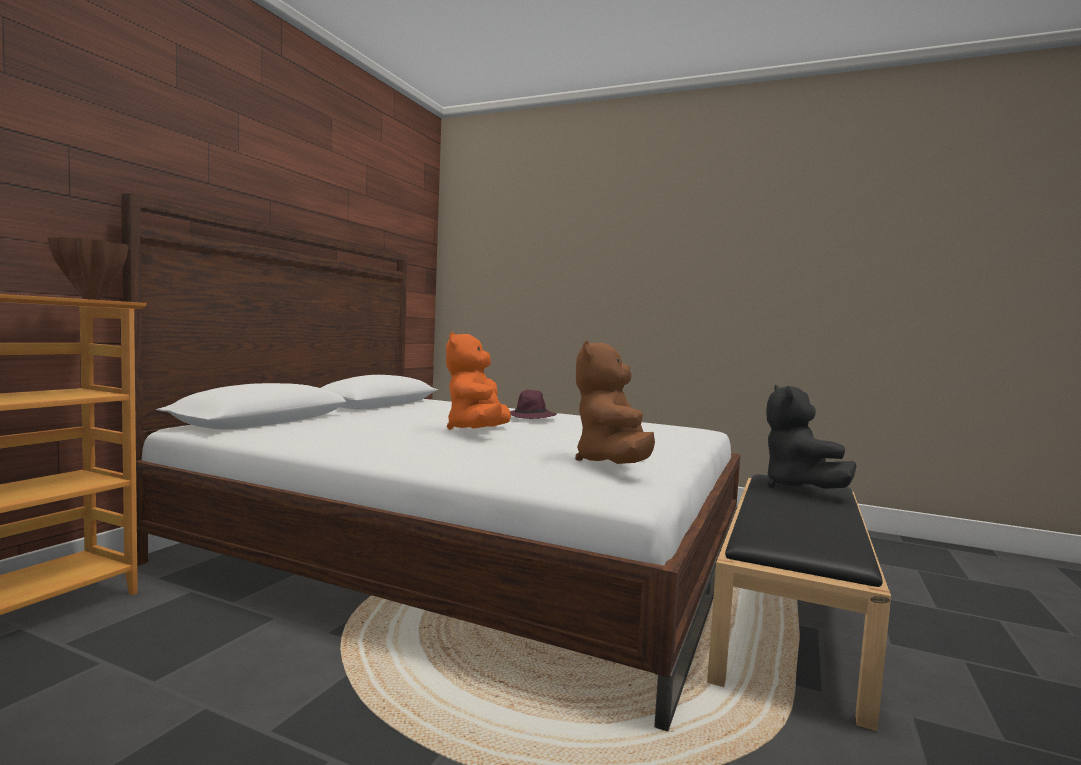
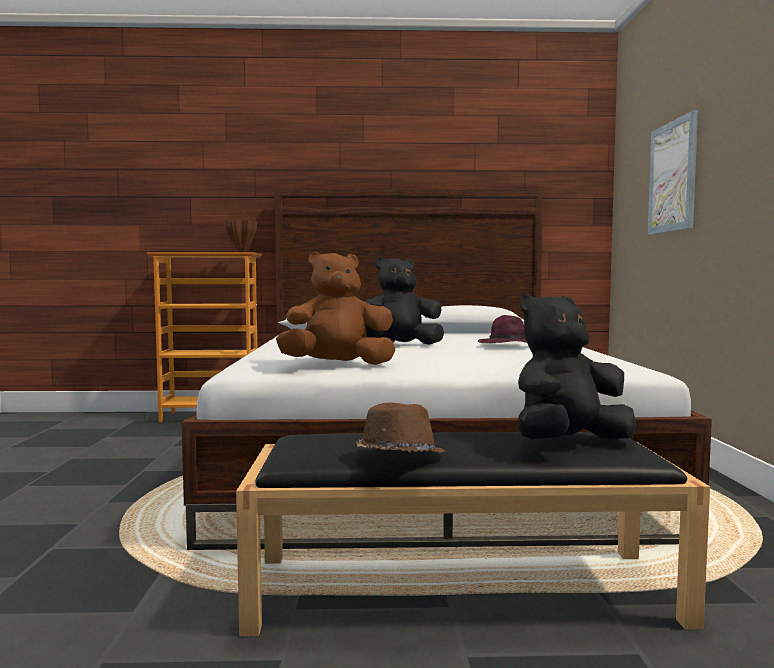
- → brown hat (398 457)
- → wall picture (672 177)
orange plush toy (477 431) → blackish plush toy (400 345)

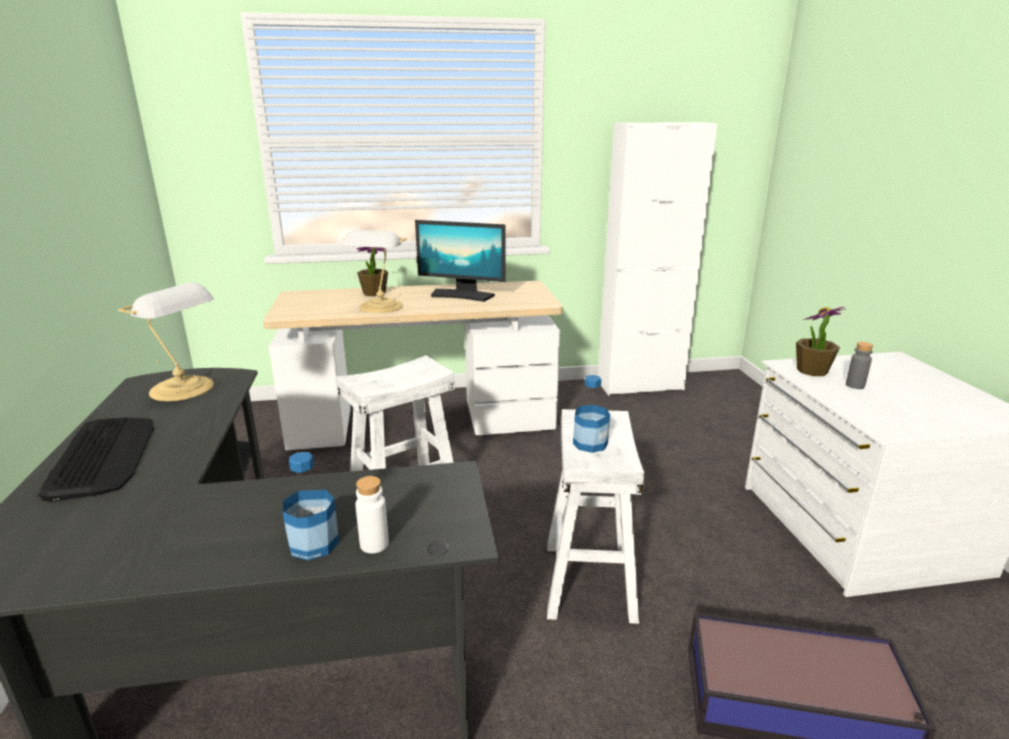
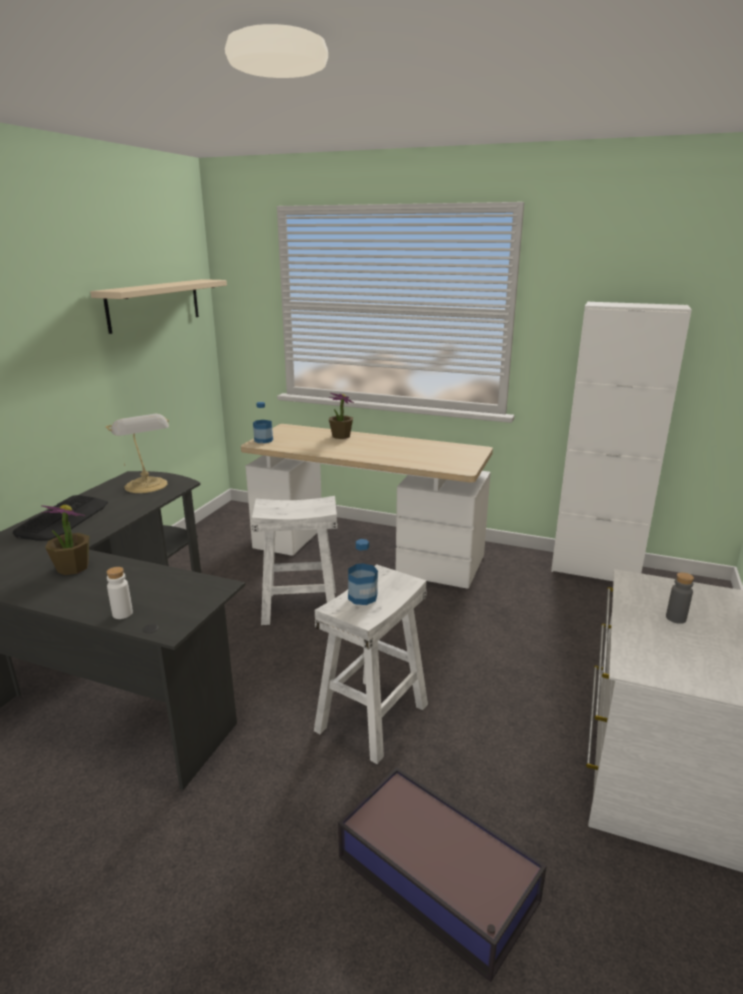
lamp for a table (380 307) → -
computer screen (462 295) → -
- → sand-coloured bracket shelf (154 304)
beverage bottle (313 543) → beverage bottle (263 440), moved
houseplant (812 371) → houseplant (72 568), moved

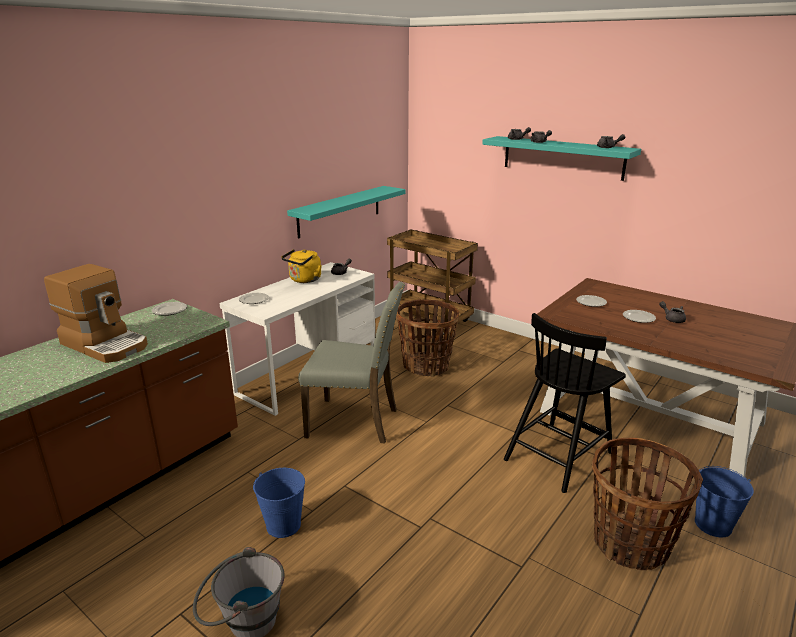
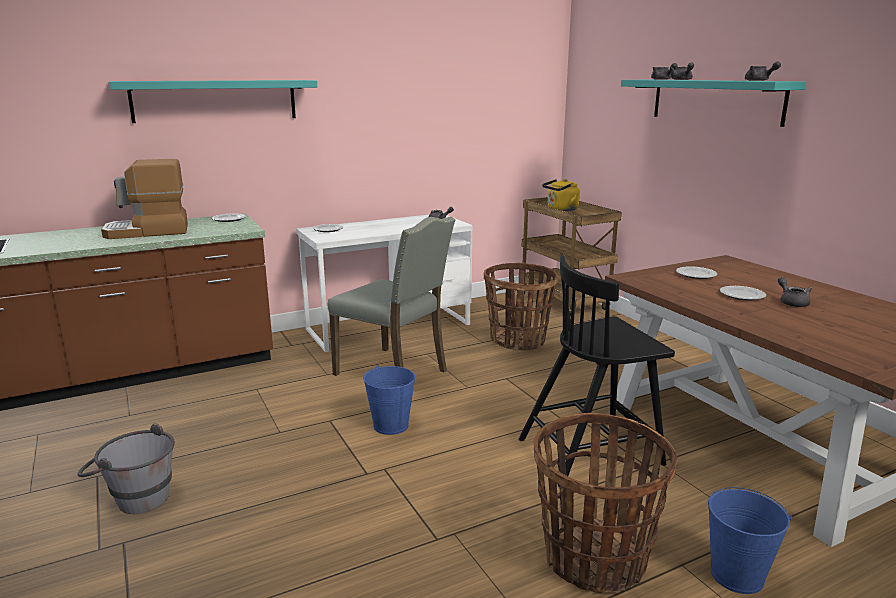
blue-coloured water bucket (283 525) → blue-coloured water bucket (391 425), moved
yellow-coloured kettle (304 280) → yellow-coloured kettle (561 209), moved
blue-green bracket shelf (340 211) → blue-green bracket shelf (215 100), moved
coffee machine (106 344) → coffee machine (148 232), 105 degrees clockwise

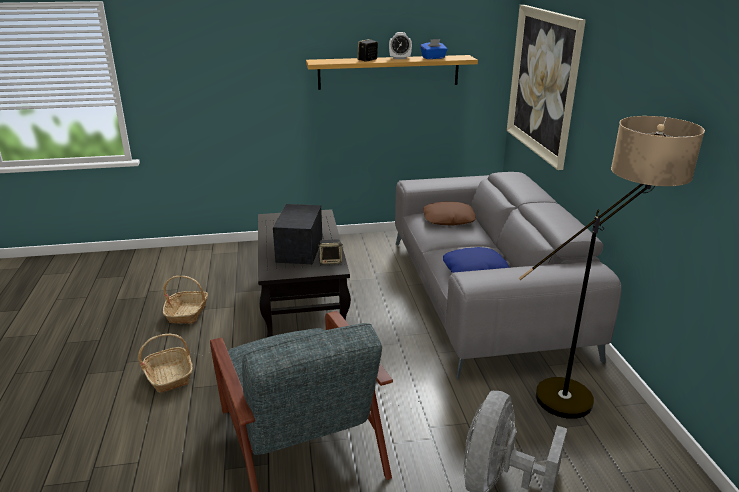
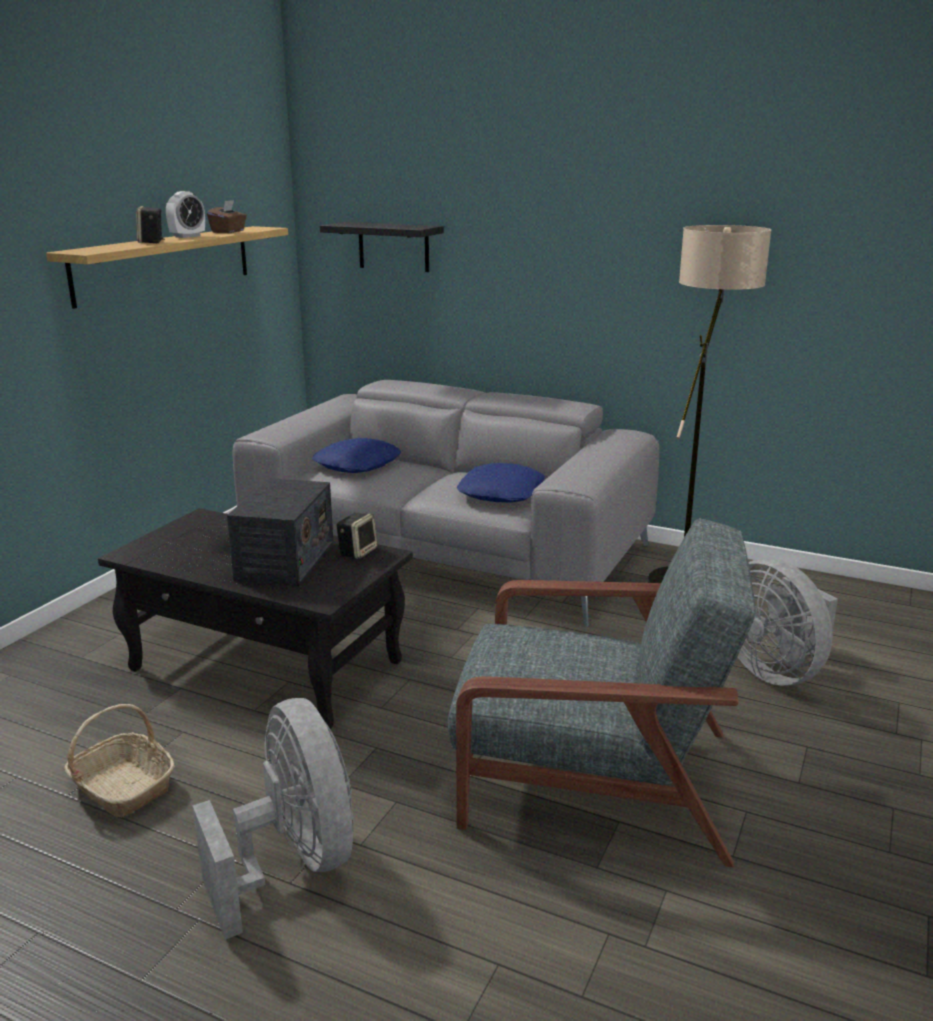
storage basket (169 376) → grey electric fan (293 862)
wall picture (543 83) → blackish bracket shelf (393 247)
blue-coloured tissue box (433 58) → brown tissue box (228 232)
brown cushion (448 219) → blue-coloured cushion (358 465)
radio receiver (299 249) → radio receiver (285 561), 120 degrees counterclockwise

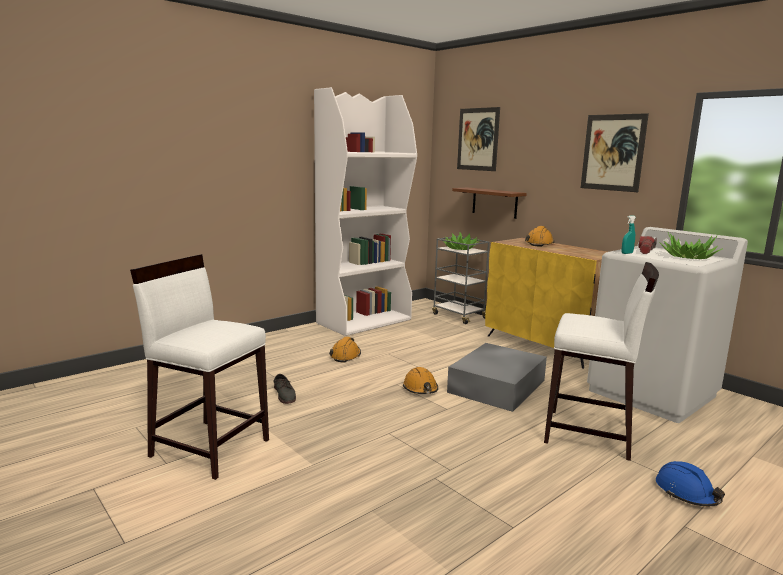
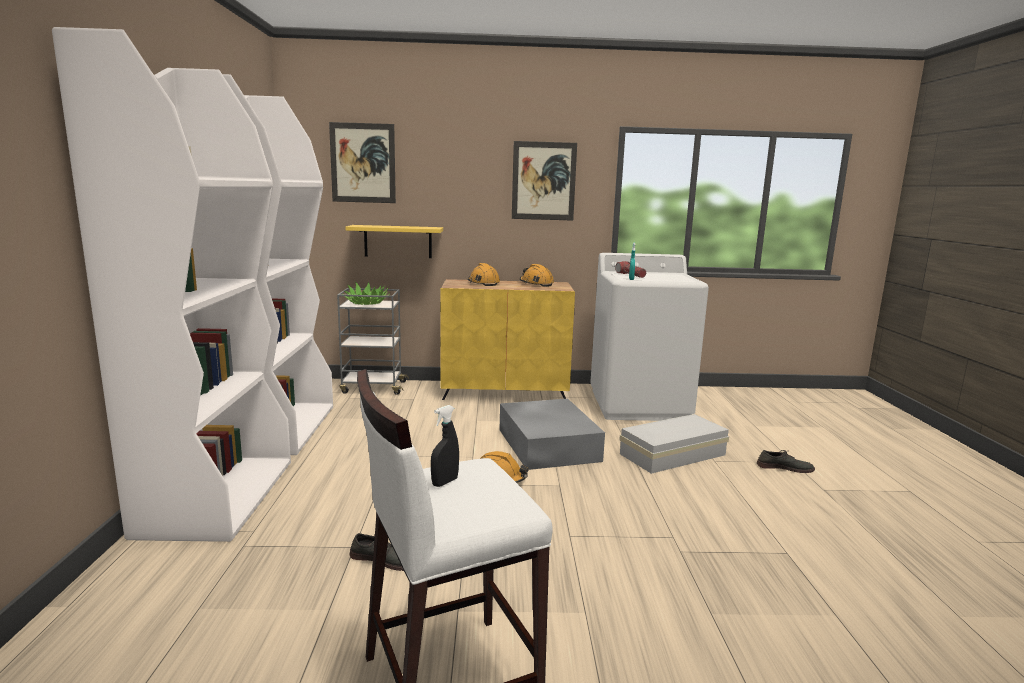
houseplant (688 257) → -
- → white-coloured bookcase (218 496)
- → blackish spray bottle (445 482)
orange safety helmet (345 356) → orange safety helmet (536 283), moved
white-coloured stool (589 434) → white-coloured storage container (674 454)
blue-coloured safety helmet (686 493) → grey shoe (784 467)
brown bracket shelf (494 202) → yellow-coloured bracket shelf (398 241)

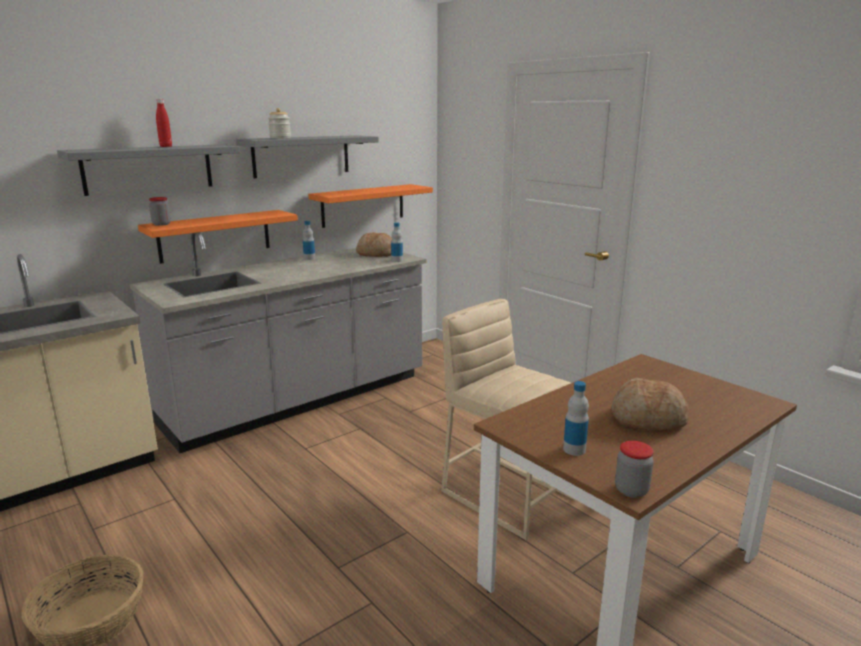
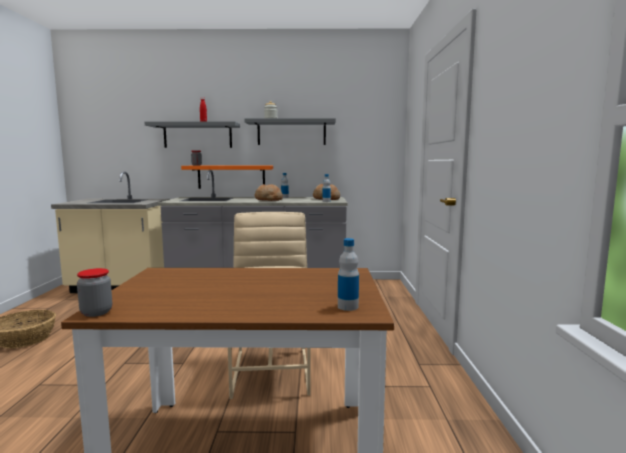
orange bracket shelf (363 205) → -
beverage bottle (574 449) → beverage bottle (348 306), moved
bakery bread (647 419) → bakery bread (268 200), moved

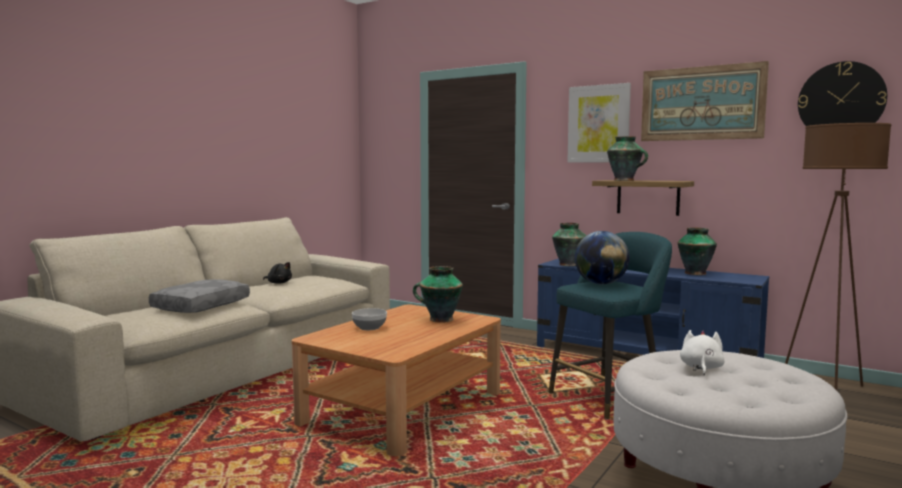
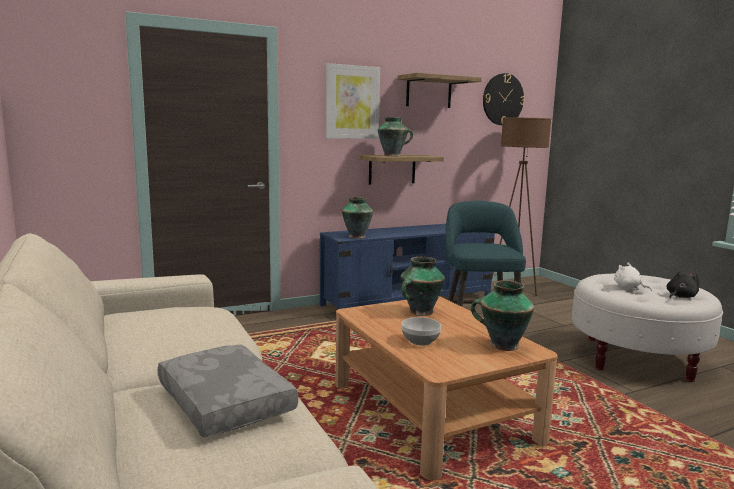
desk globe (600 284) → -
blackish plush toy (278 283) → blackish plush toy (680 296), moved
decorative vase (694 273) → decorative vase (502 345), moved
wall picture (701 103) → bracket shelf (428 92)

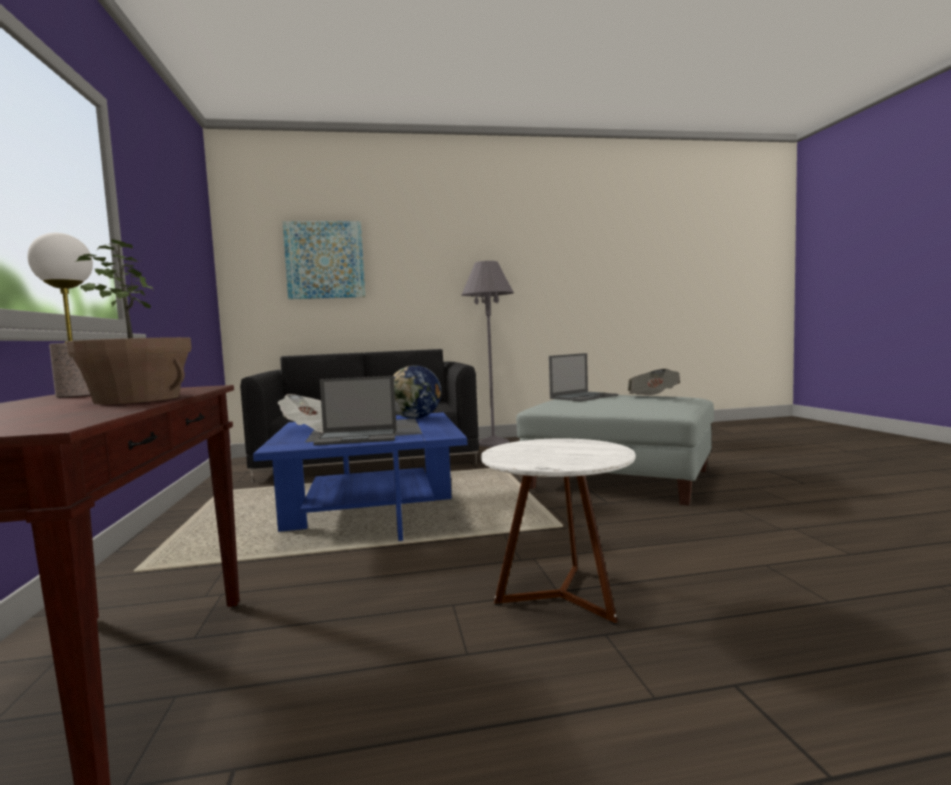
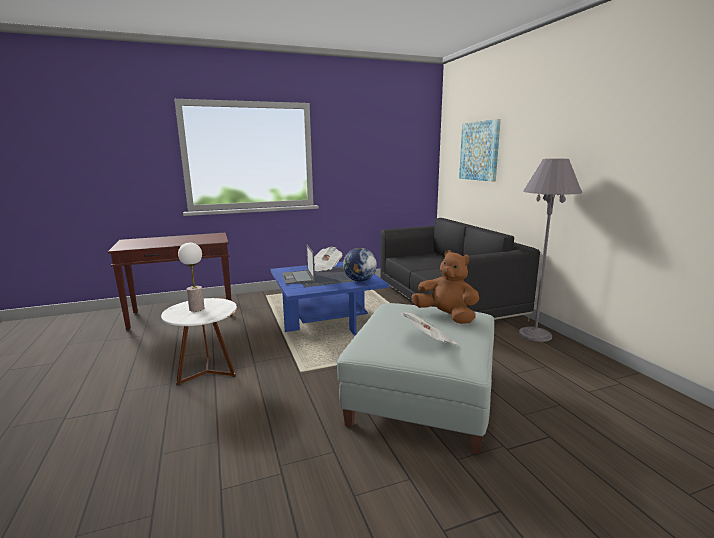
houseplant (138 399) → -
lamp for a table (76 395) → lamp for a table (196 308), moved
notebook computer (584 397) → brown plush toy (446 316)

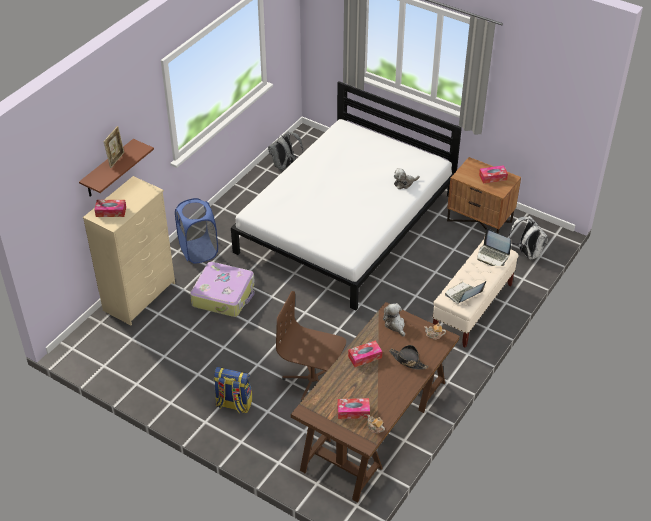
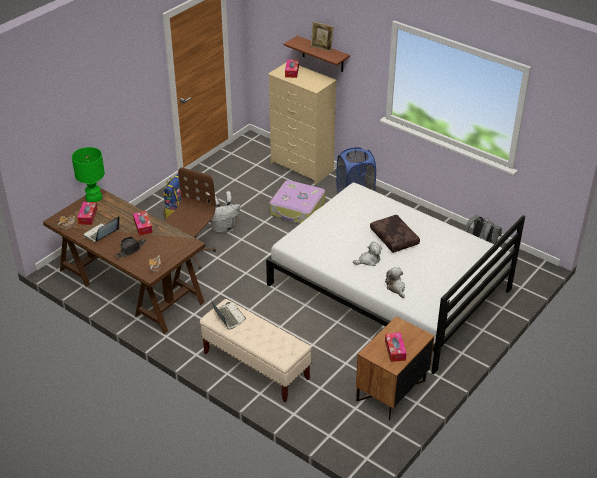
- → green-coloured lamp for a table (93 197)
- → brown cushion (395 238)
plush toy (395 325) → plush toy (368 260), moved
notebook computer (492 256) → notebook computer (101 234), moved
white-coloured rucksack (527 253) → white-coloured rucksack (223 228), moved

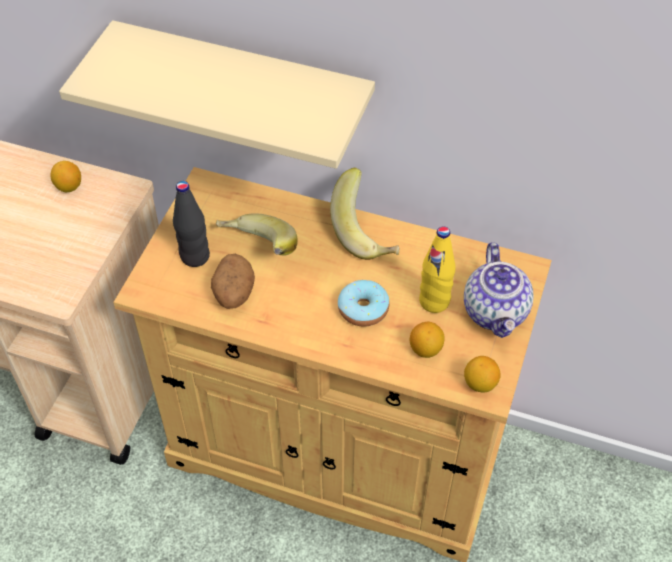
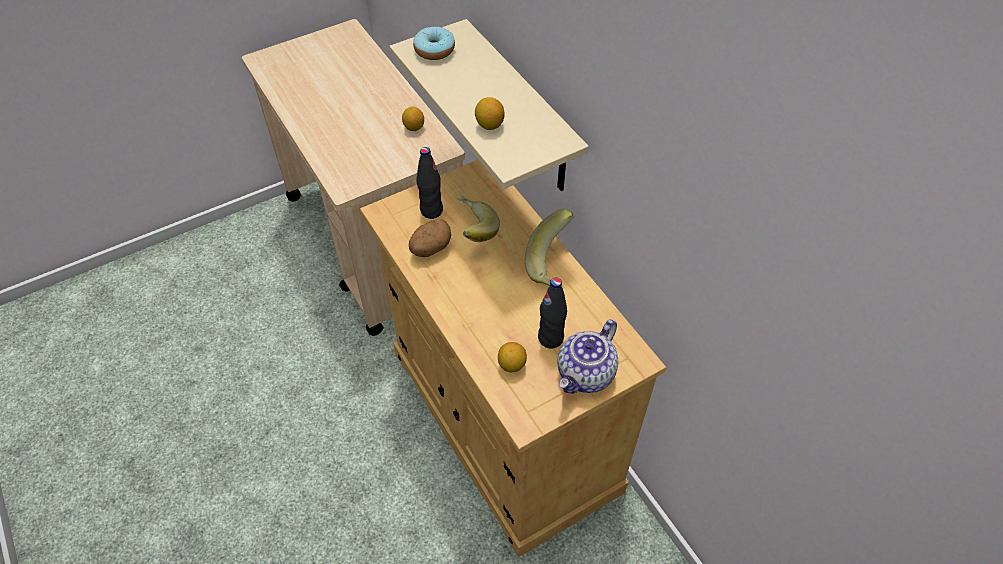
donut (363 309) → donut (434 50), moved
lemon (480 384) → lemon (489 125), moved
yellow-coloured beverage bottle (434 301) → blackish beverage bottle (550 338)

